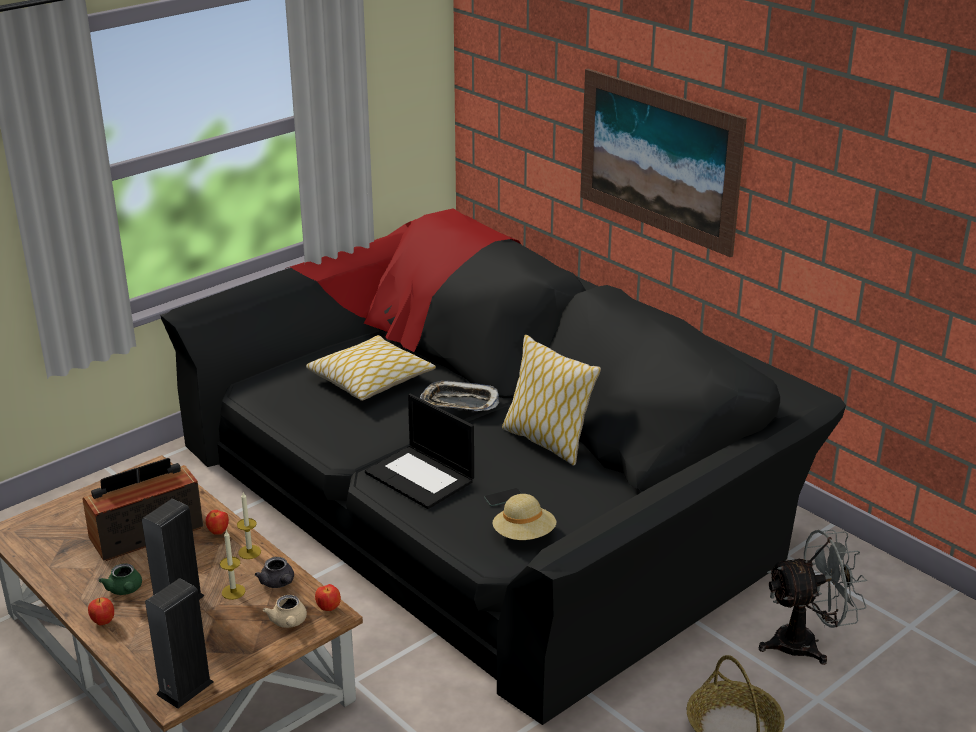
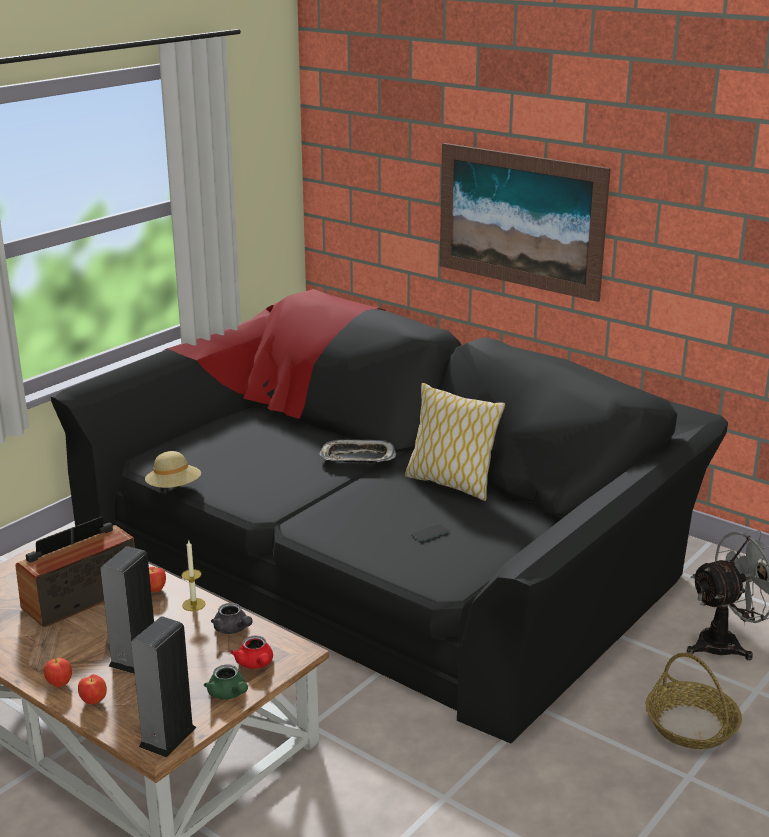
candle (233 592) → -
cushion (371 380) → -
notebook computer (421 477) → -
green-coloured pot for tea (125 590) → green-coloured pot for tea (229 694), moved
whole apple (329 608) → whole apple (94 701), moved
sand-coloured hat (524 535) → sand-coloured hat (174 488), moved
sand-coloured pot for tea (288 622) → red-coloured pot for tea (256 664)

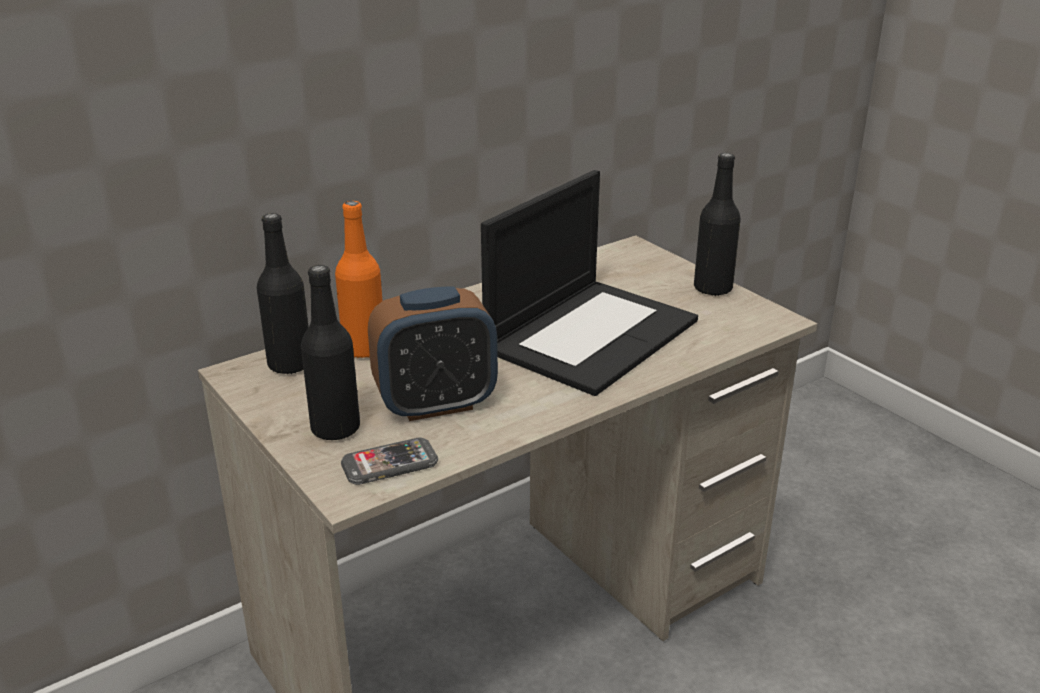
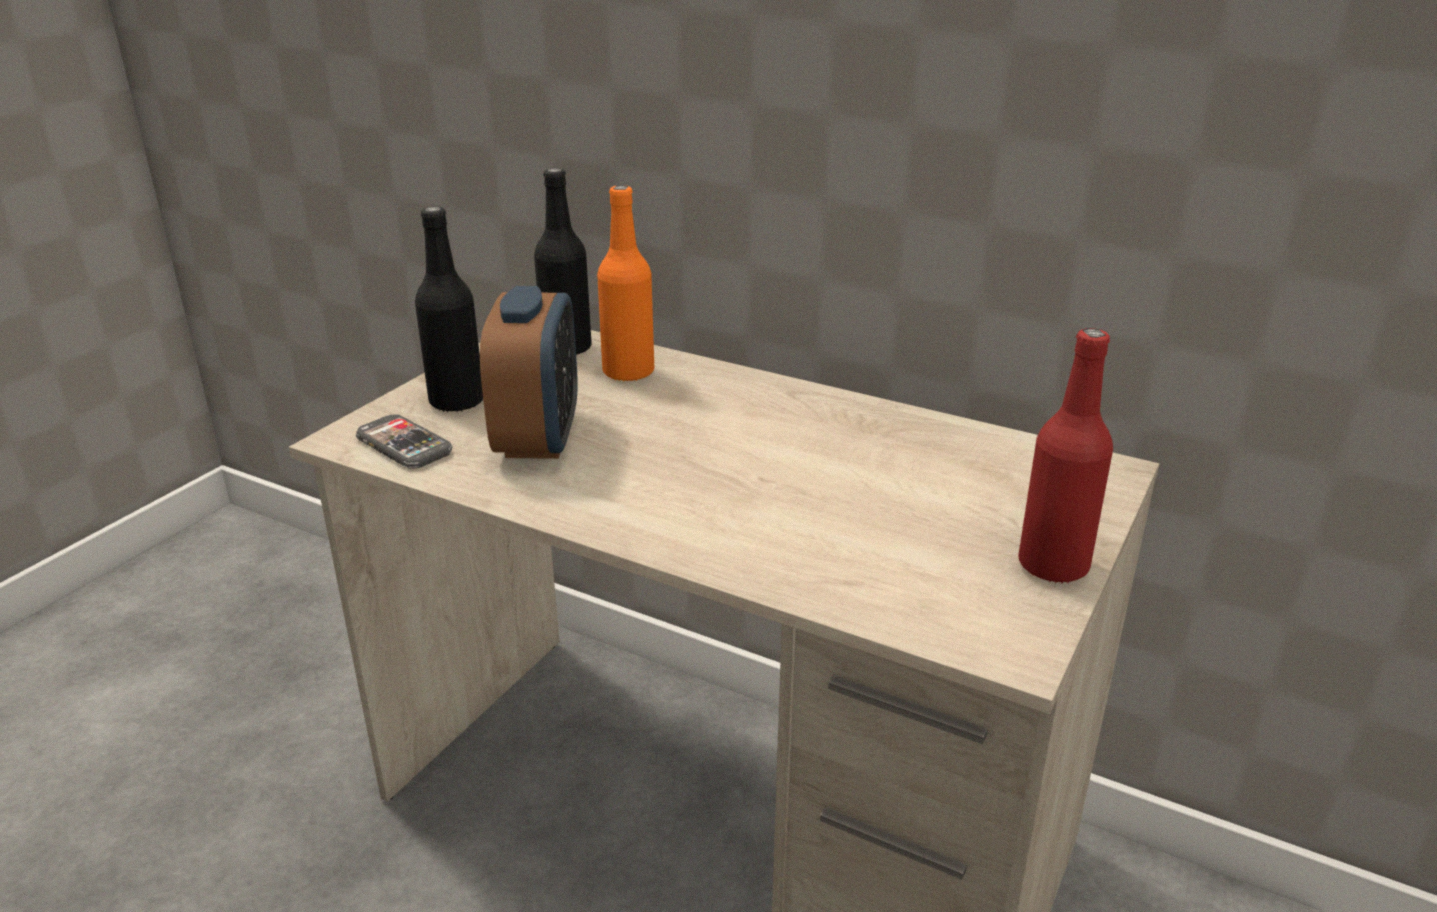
notebook computer (591 334) → -
blackish beverage bottle (712 288) → red-coloured beverage bottle (1053 565)
bedside clock (436 404) → bedside clock (538 438), 135 degrees counterclockwise

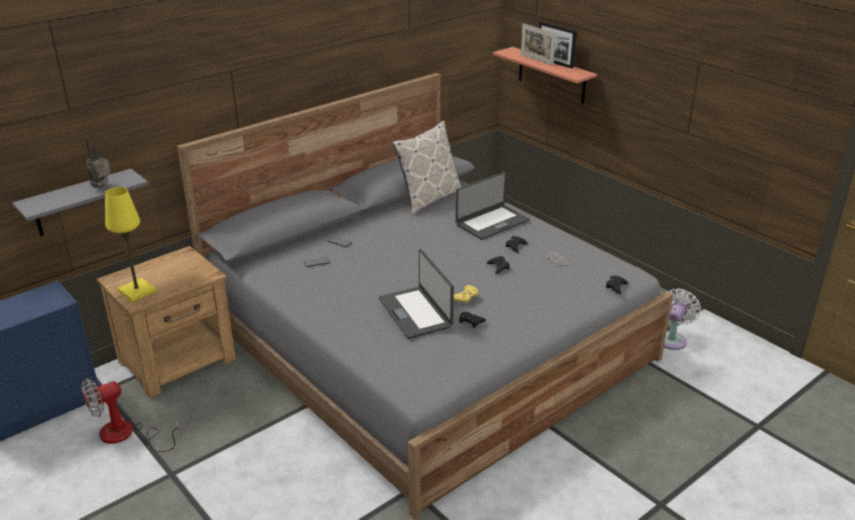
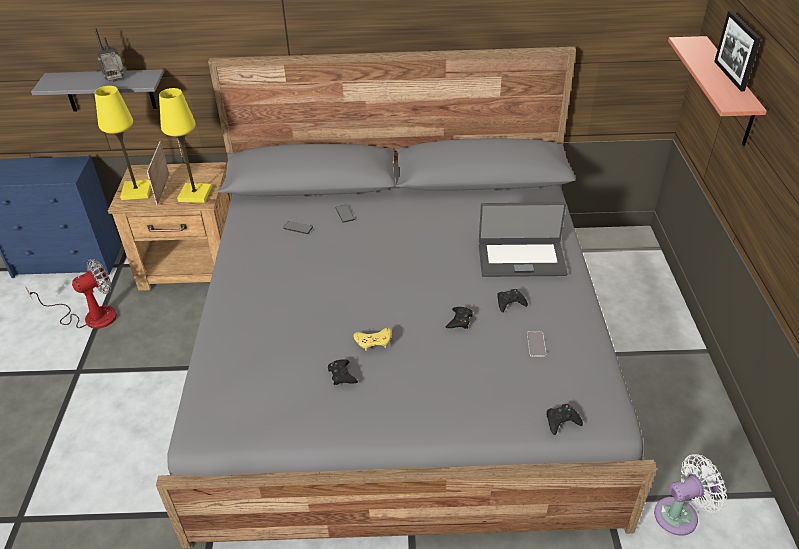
notebook computer (416 312) → -
cushion (428 199) → -
- → yellow-coloured lamp for a table (195 194)
photo frame (536 60) → photo frame (163 189), moved
electric fan (127 435) → electric fan (90 316), 135 degrees clockwise

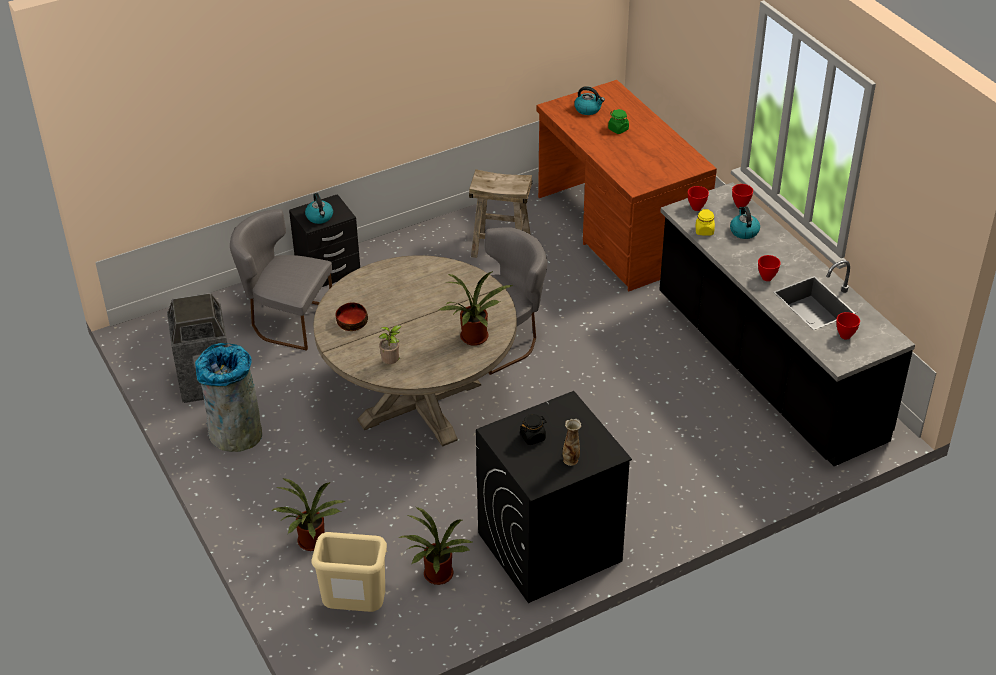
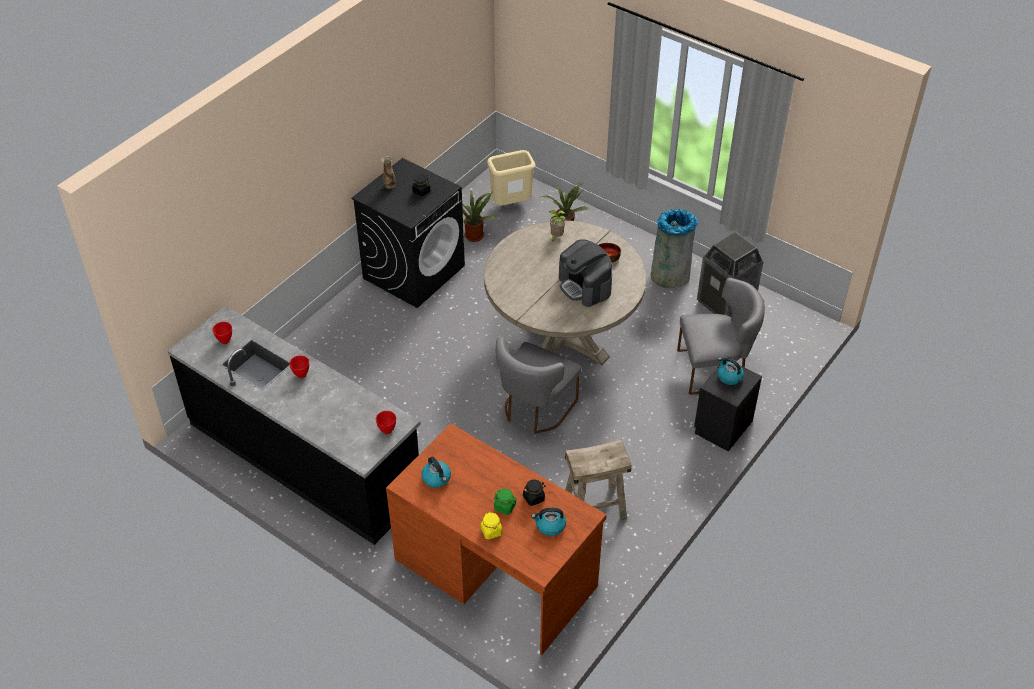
houseplant (474 339) → -
red-coloured serving bowl (740 206) → -
- → blackish jar (534 498)
- → coffee machine (585 286)
yellow-coloured jar (704 231) → yellow-coloured jar (491 531), moved
kettle (743 231) → kettle (437 478), moved

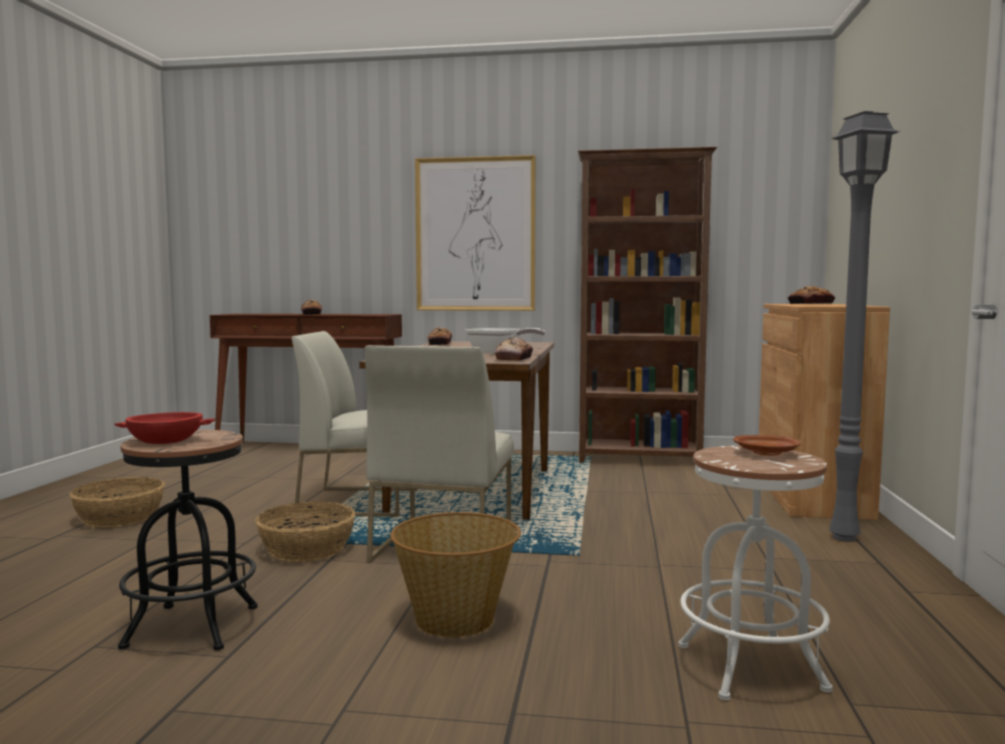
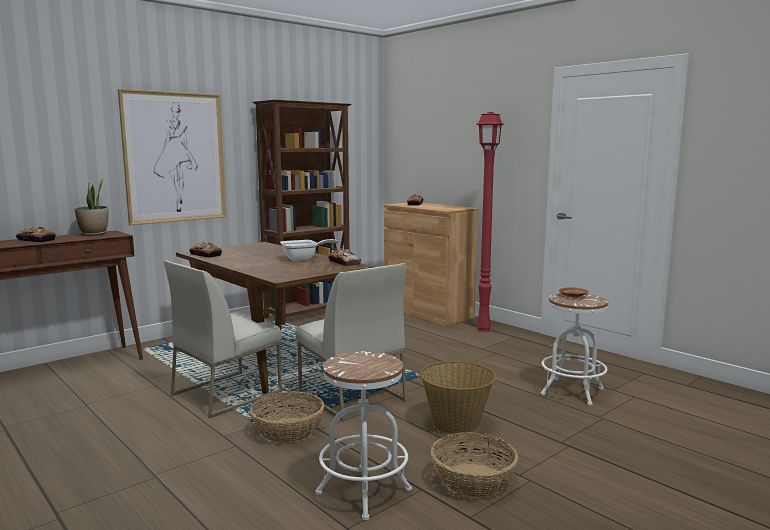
red-coloured serving bowl (165 441) → -
- → houseplant (94 234)
storage basket (120 517) → storage basket (472 480), moved
blackish stool (192 627) → white-coloured stool (364 491)
grey standing lamp (847 538) → red-coloured standing lamp (484 330)

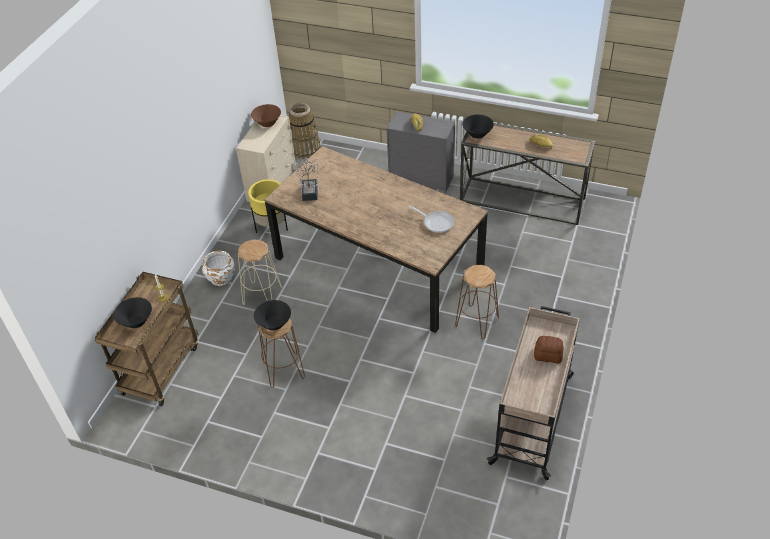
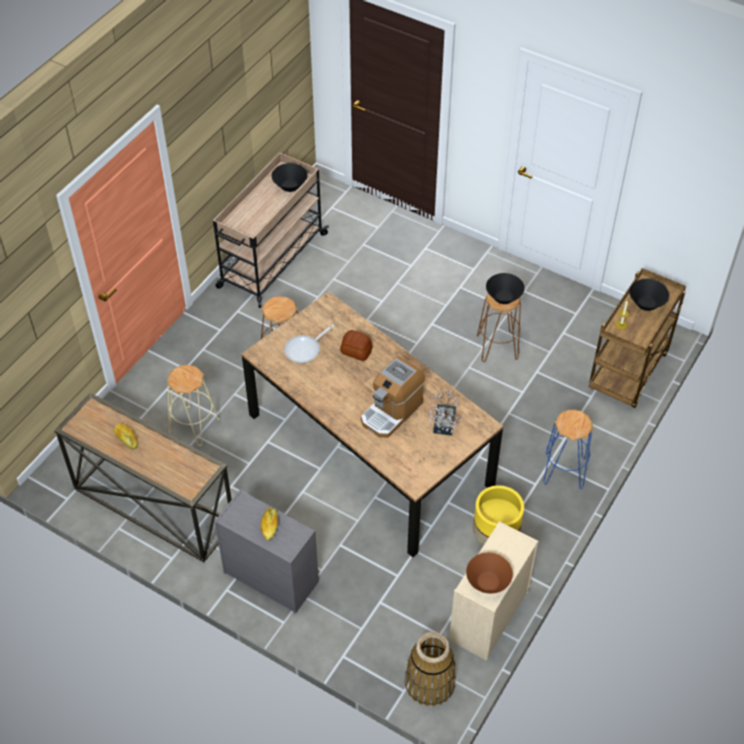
- → coffee machine (391 411)
sand-coloured stool (262 295) → sand-coloured stool (194 426), moved
blackish serving bowl (477 134) → blackish serving bowl (290 186), moved
bakery bread (548 355) → bakery bread (356 350), moved
white-coloured flower pot (221 278) → blue-coloured stool (564 471)
skillet (436 222) → skillet (305 349), 90 degrees counterclockwise

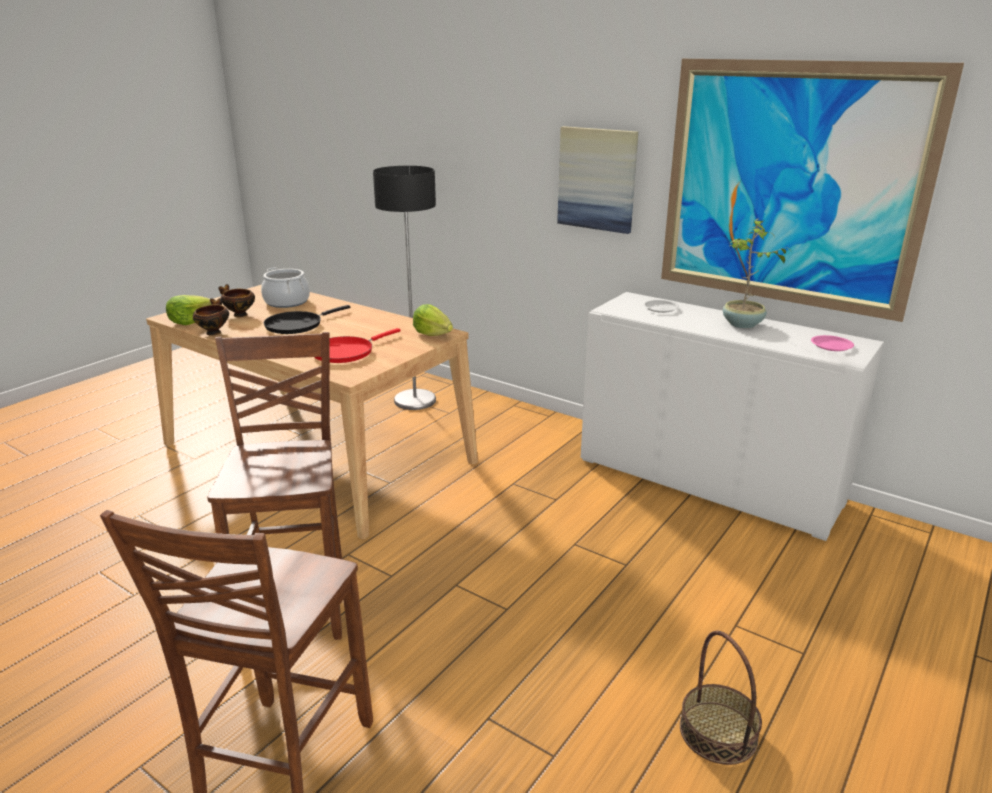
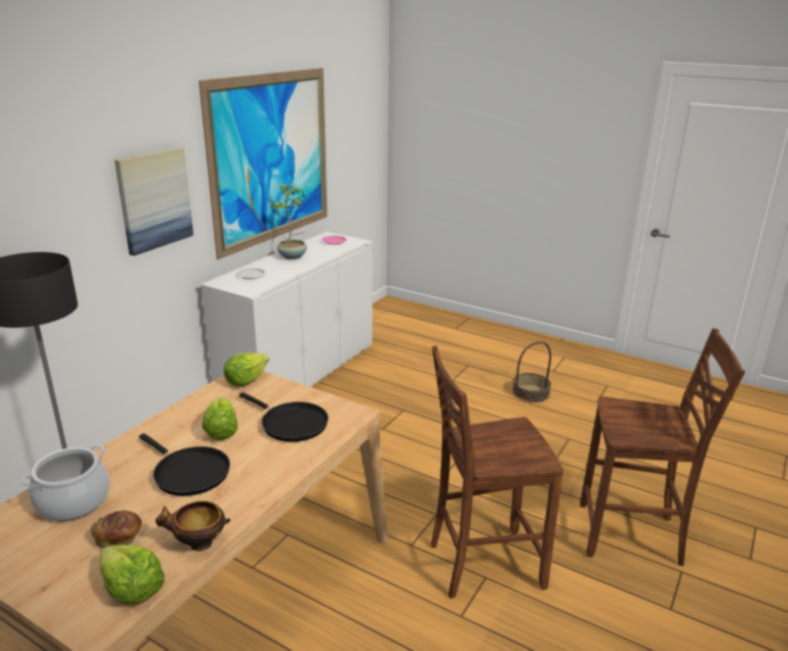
- → lettuce head (221 431)
serving bowl (239 315) → bakery bread (119 538)
red-coloured skillet (346 352) → blackish skillet (291 424)

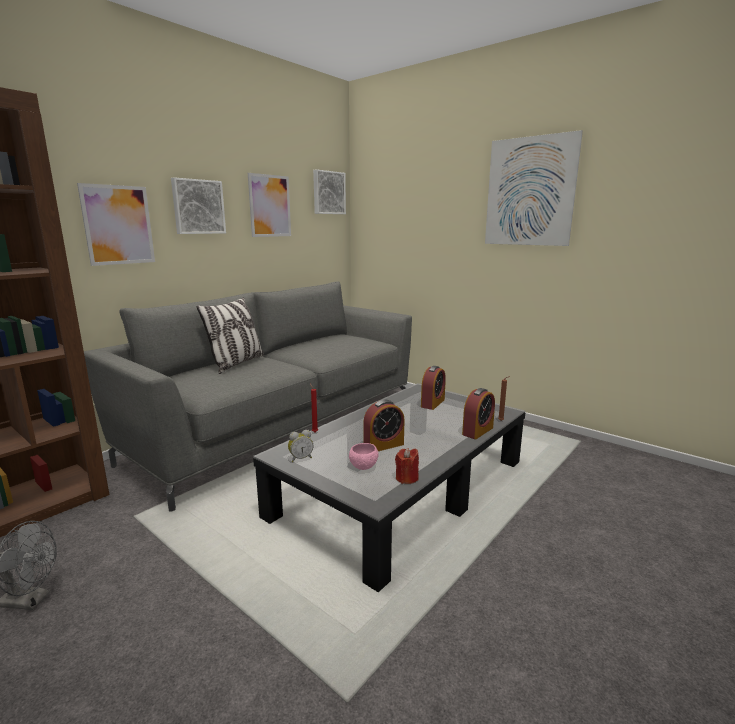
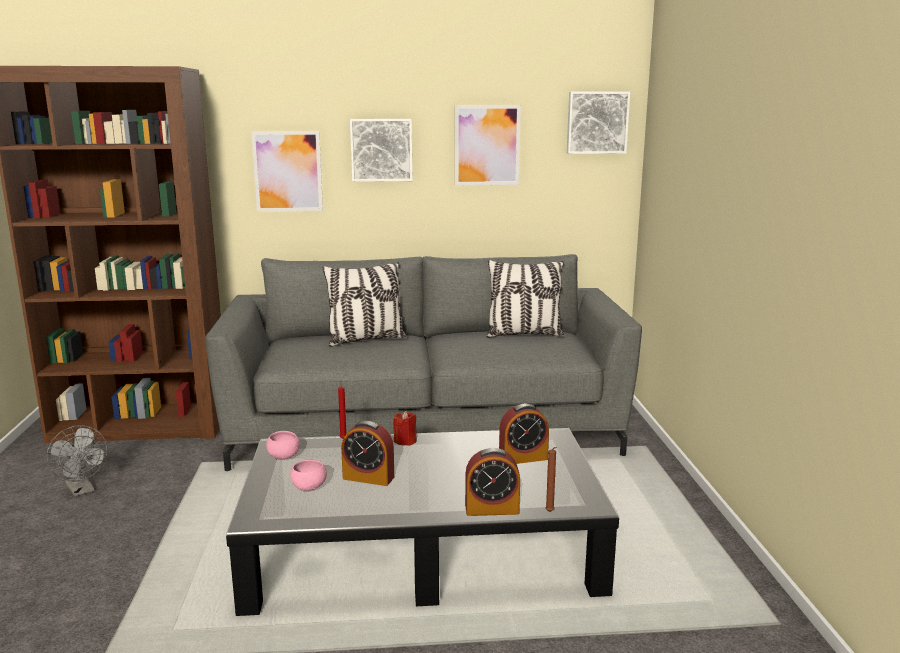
wall picture (530 192) → -
- → cushion (524 334)
red-coloured candle (406 478) → red-coloured candle (405 441), moved
bedside clock (300 458) → pink serving bowl (283 457)

